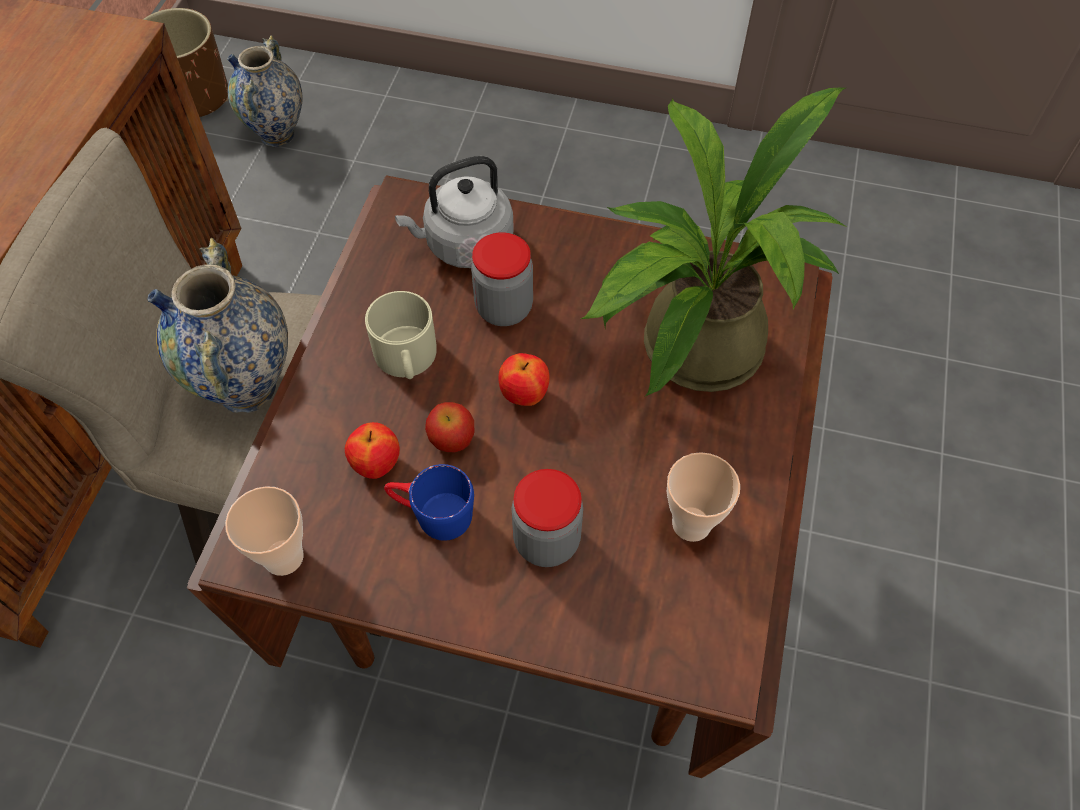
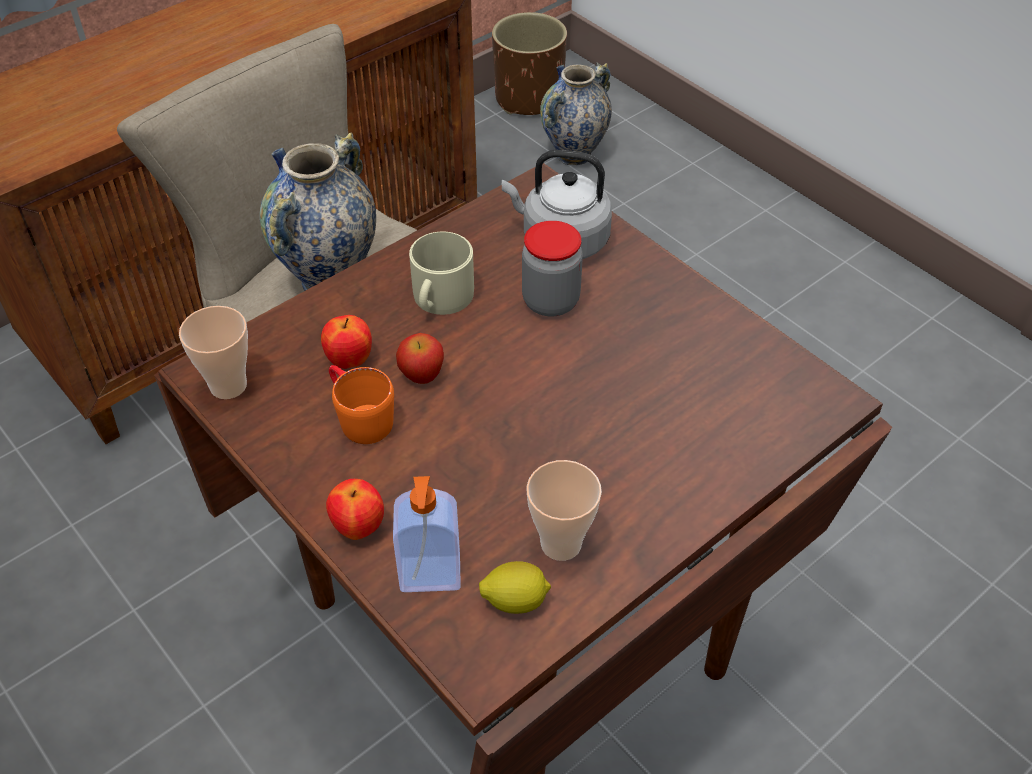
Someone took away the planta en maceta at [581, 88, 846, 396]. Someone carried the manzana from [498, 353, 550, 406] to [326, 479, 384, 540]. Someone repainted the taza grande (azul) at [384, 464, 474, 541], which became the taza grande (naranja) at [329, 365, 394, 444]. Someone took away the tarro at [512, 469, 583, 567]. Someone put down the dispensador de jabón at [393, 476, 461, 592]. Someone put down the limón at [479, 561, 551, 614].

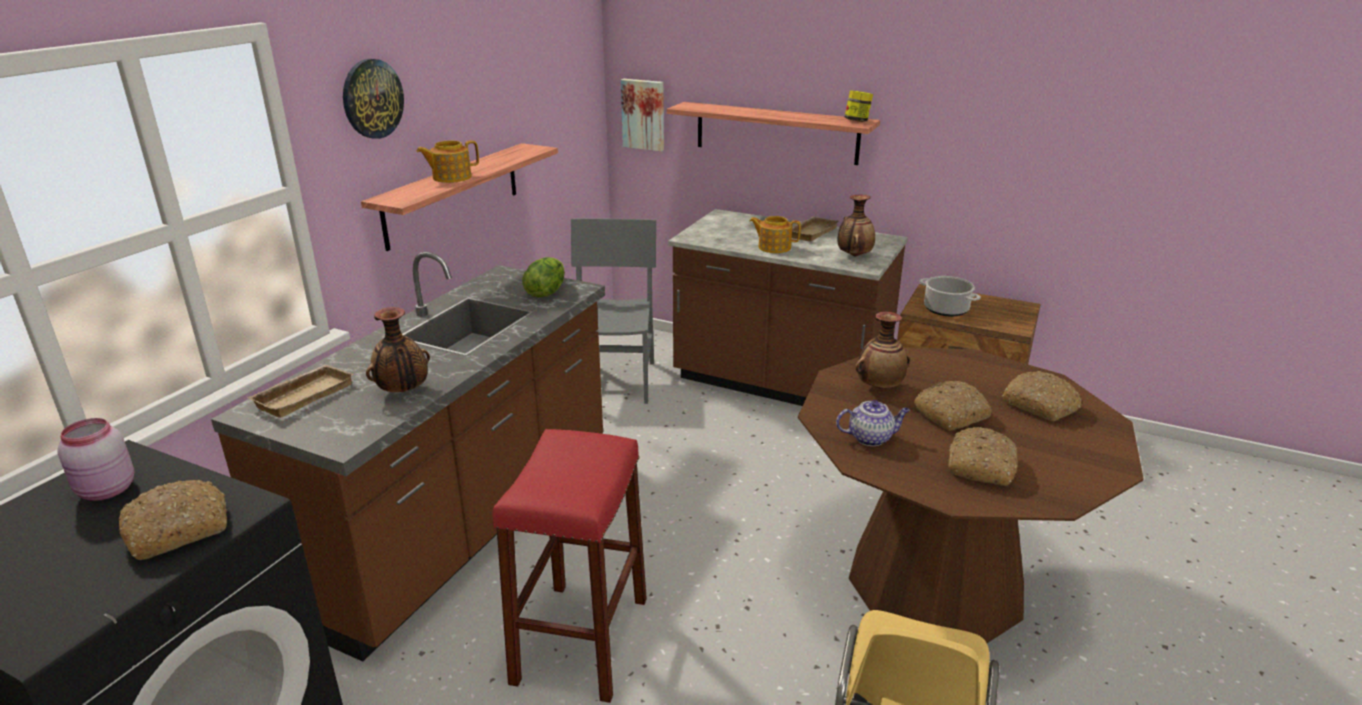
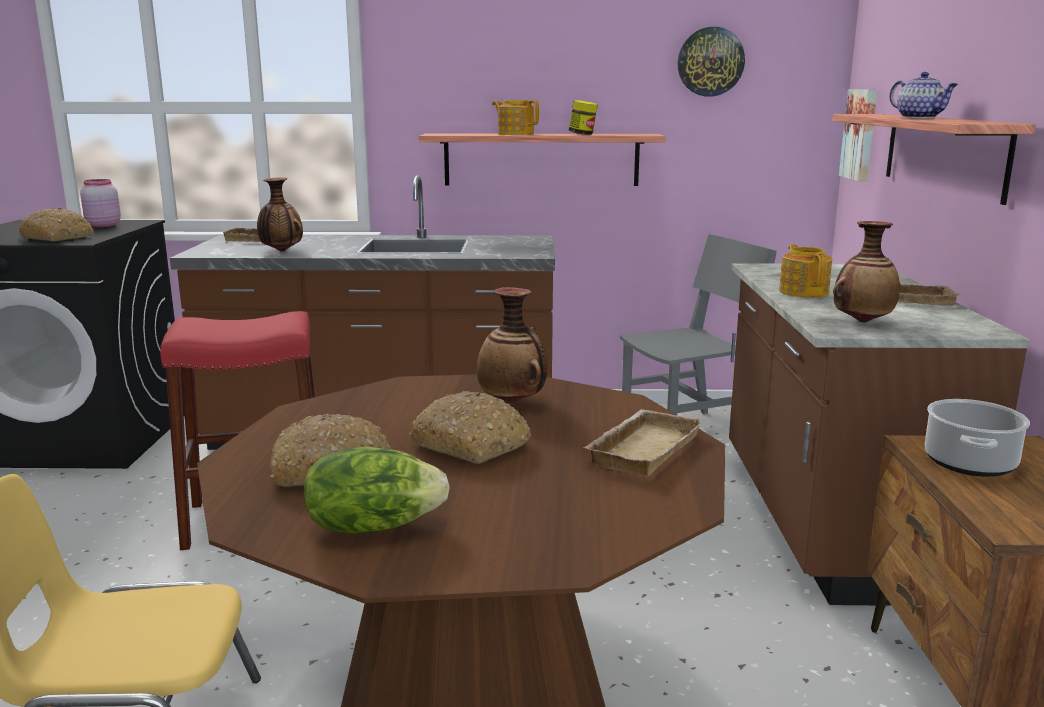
Someone carried the reloj de pared from [343, 59, 404, 139] to [677, 27, 745, 96]. Someone carried the tarro from [845, 90, 873, 122] to [569, 100, 598, 135]. Someone carried the lechuga from [522, 257, 565, 297] to [304, 447, 450, 534]. Someone took away the pan at [1002, 371, 1082, 421]. Someone carried the tetera from [836, 400, 910, 446] to [890, 72, 958, 118]. Someone put down the bandeja (beis) at [583, 409, 703, 477].

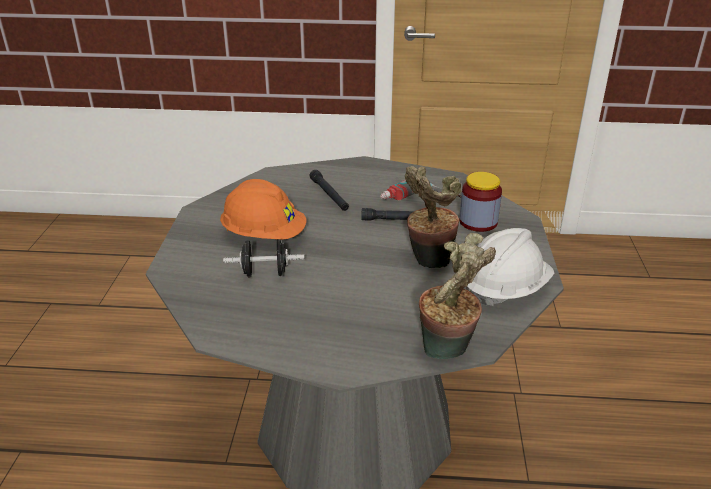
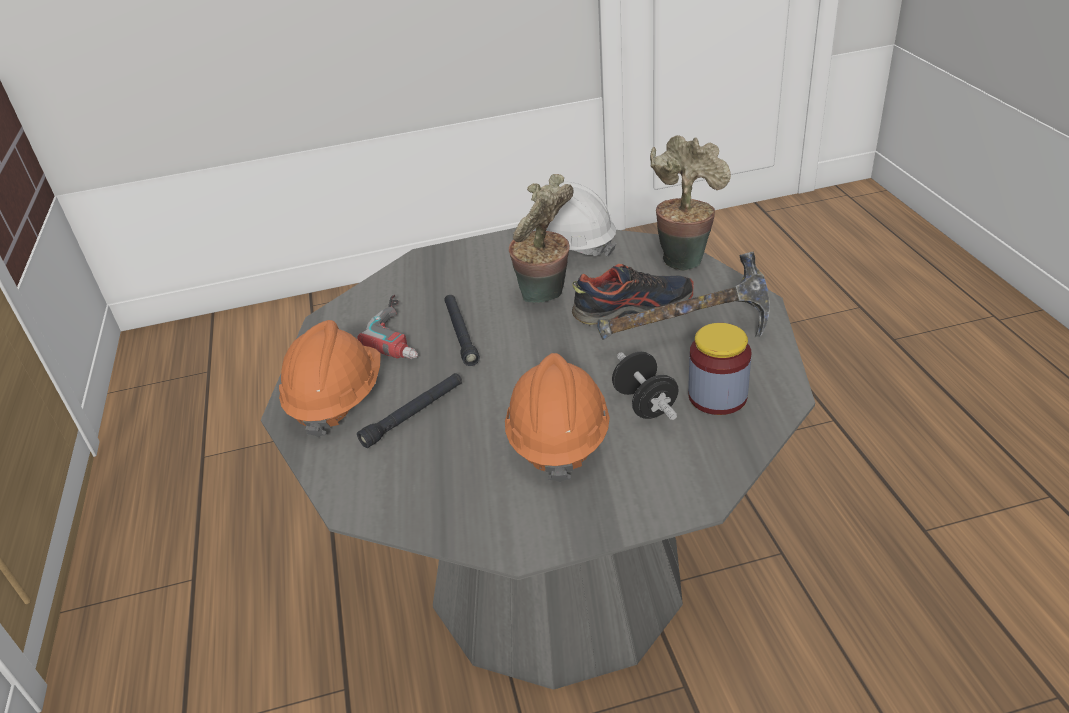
Someone carried the tarro from [459, 172, 502, 232] to [688, 323, 751, 415]. Someone put down the martillo at [598, 251, 770, 340]. Someone put down the zapato at [572, 264, 694, 326]. Someone put down the casco (naranja) at [279, 320, 380, 437].

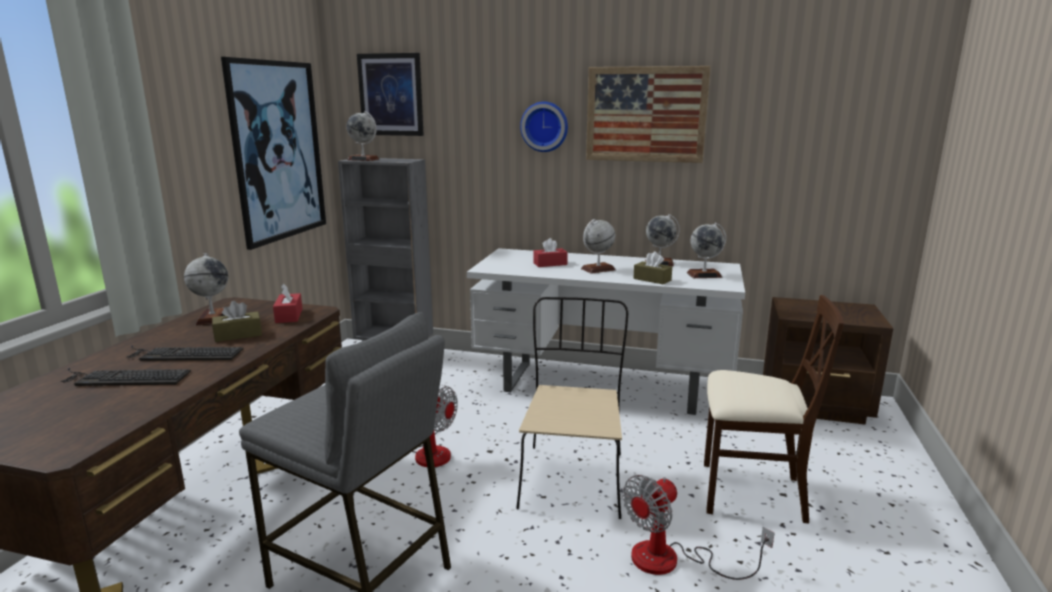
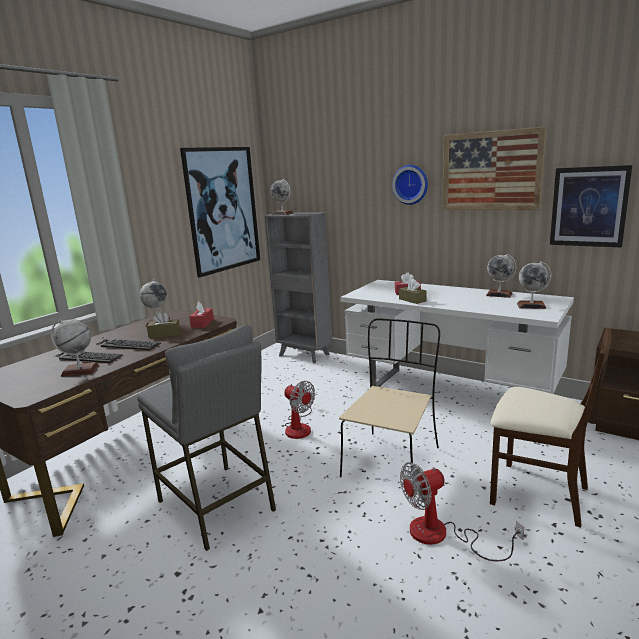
Someone carried the cuadro from [357, 53, 424, 136] to [550, 165, 632, 247]. Someone carried the globo terráqueo from [581, 219, 616, 274] to [51, 319, 99, 377]. Someone carried the caja de pañuelos (marrón) from [633, 252, 672, 285] to [399, 279, 427, 304].

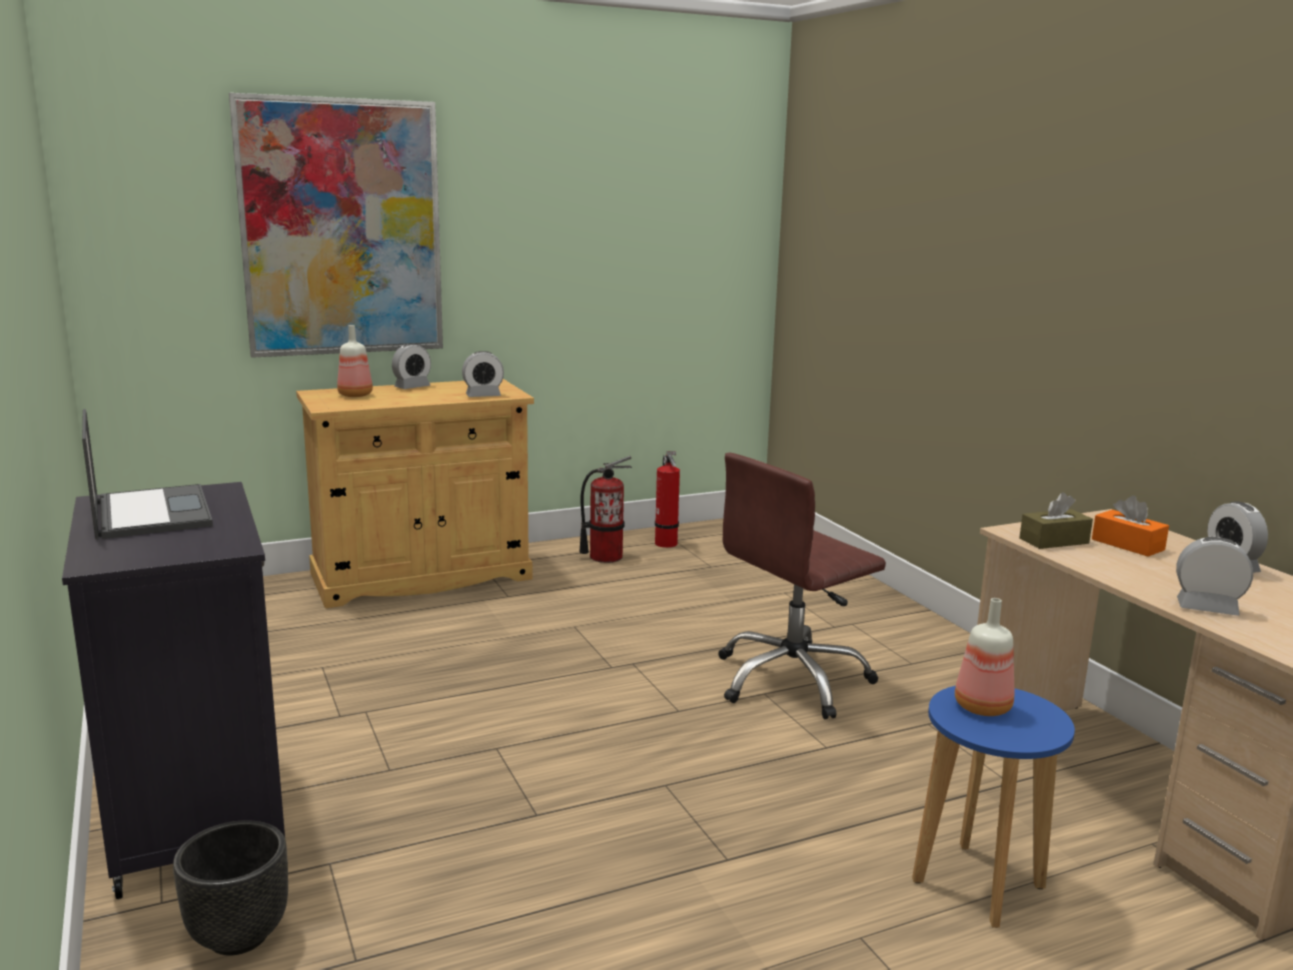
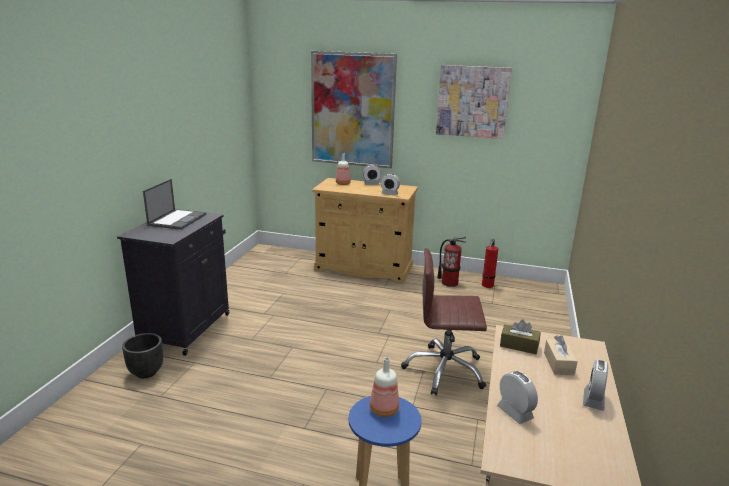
Someone repainted the caja de pañuelos (naranja) at [1092, 496, 1169, 556], which became the caja de pañuelos (beis) at [544, 335, 578, 375]. Someone put up the cuadro at [436, 65, 512, 139].

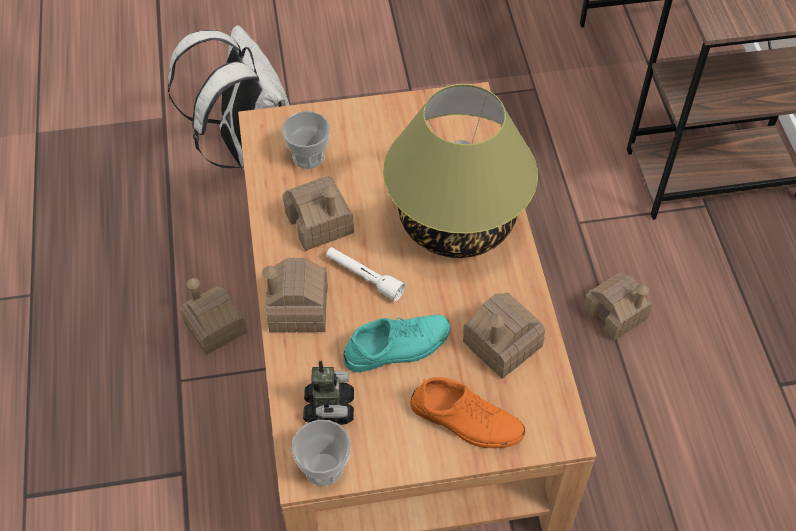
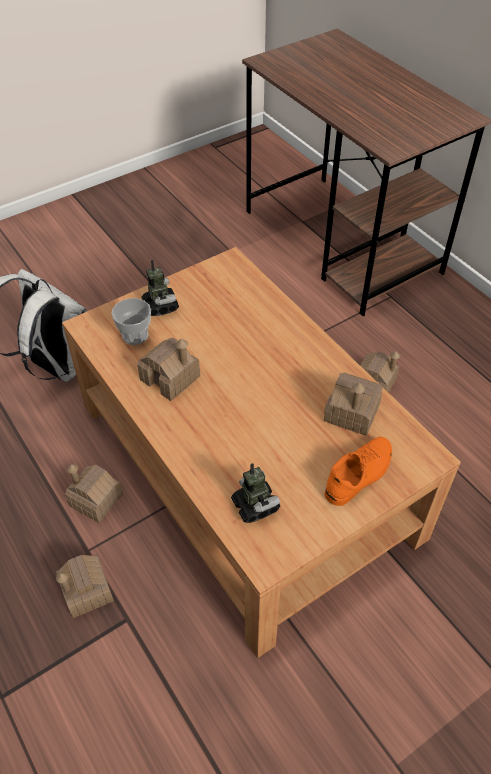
Someone took away the lámpara de mesa at [383, 84, 538, 258]. Someone took away the linterna (blanco) at [326, 247, 406, 302]. Someone carried the casita from [262, 258, 328, 332] to [56, 555, 114, 618]. Someone took away the zapato (turquesa) at [343, 315, 450, 373]. Someone rotated the zapato (naranja) at [410, 377, 525, 448] by 45 degrees counterclockwise. Someone took away the taza at [291, 420, 351, 486]. Someone put down the robot de juguete at [141, 260, 179, 316].

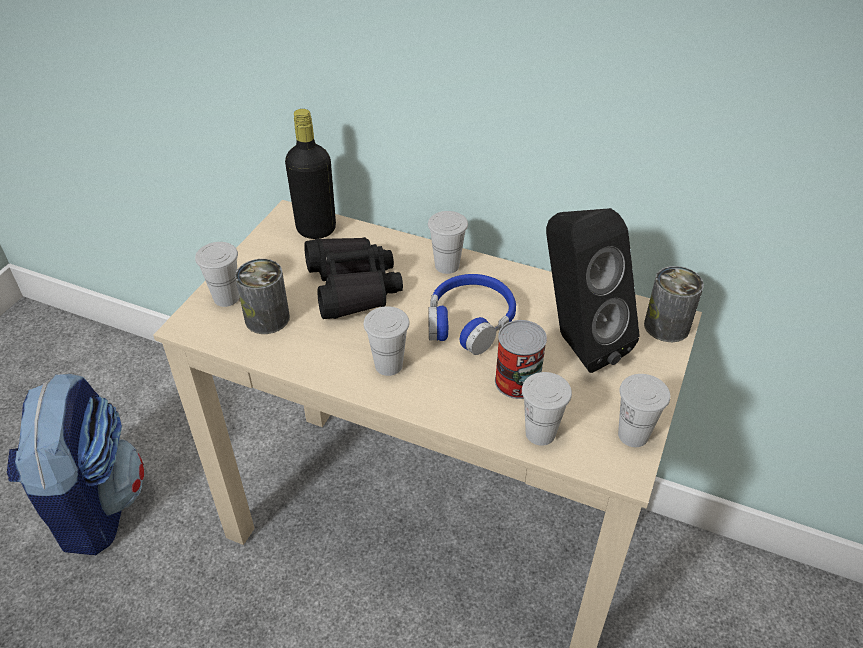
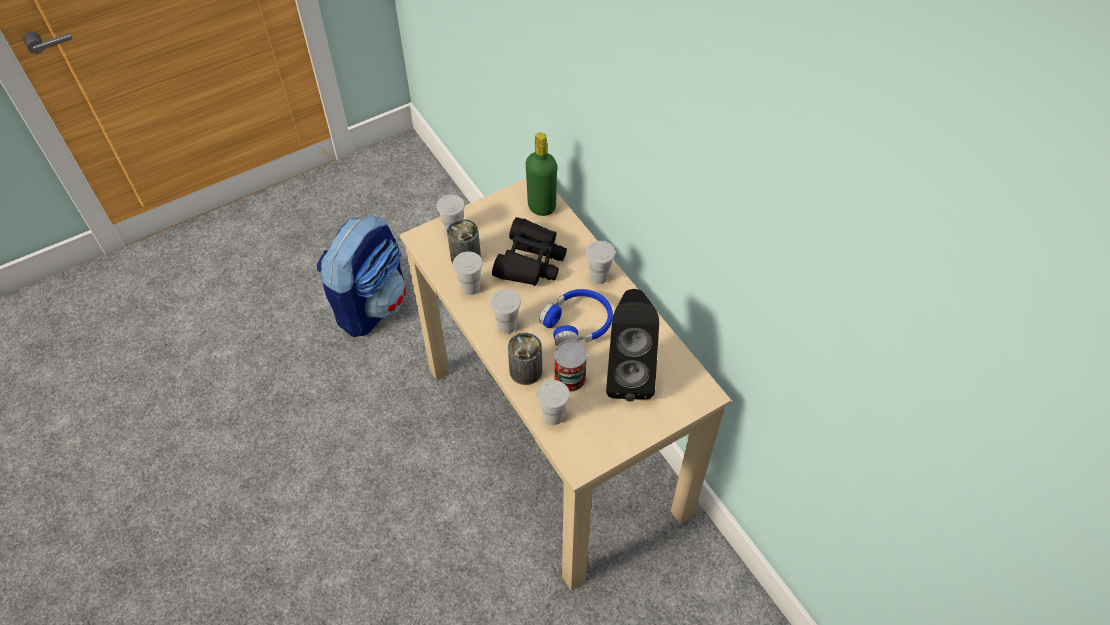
Someone repainted the botella (negro) at [285, 109, 336, 239], which became the botella (verde) at [526, 133, 557, 216]. Someone carried the lata from [644, 266, 704, 342] to [508, 333, 542, 385]. Someone carried the taza (blanco) from [618, 374, 670, 447] to [453, 251, 483, 295].

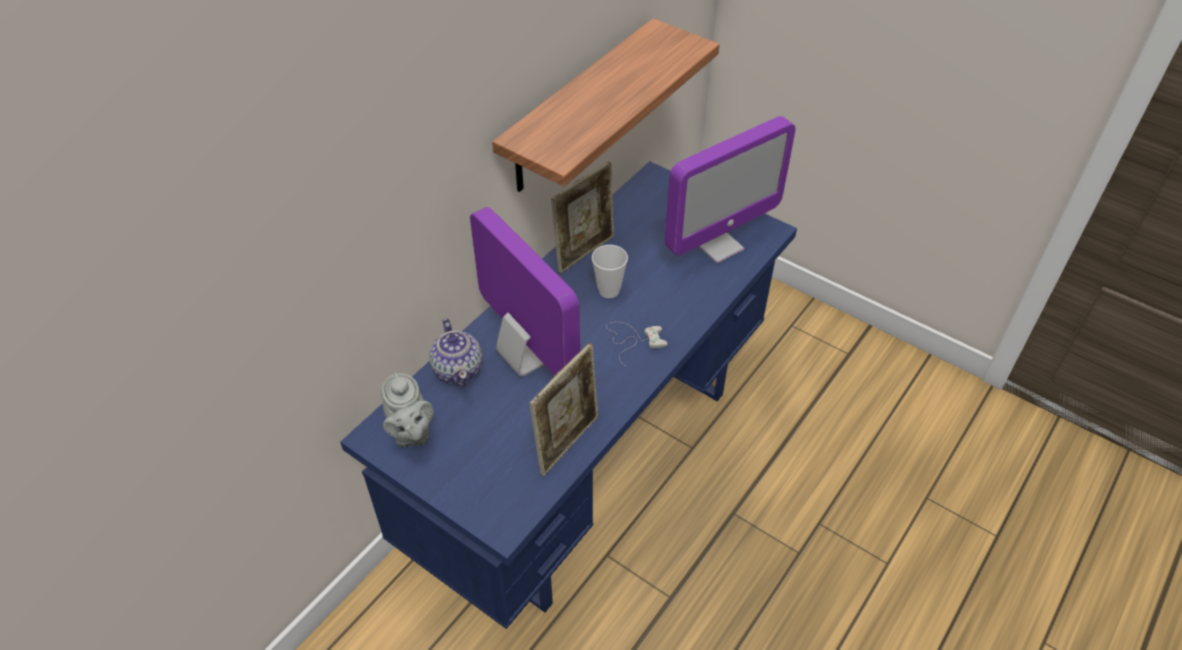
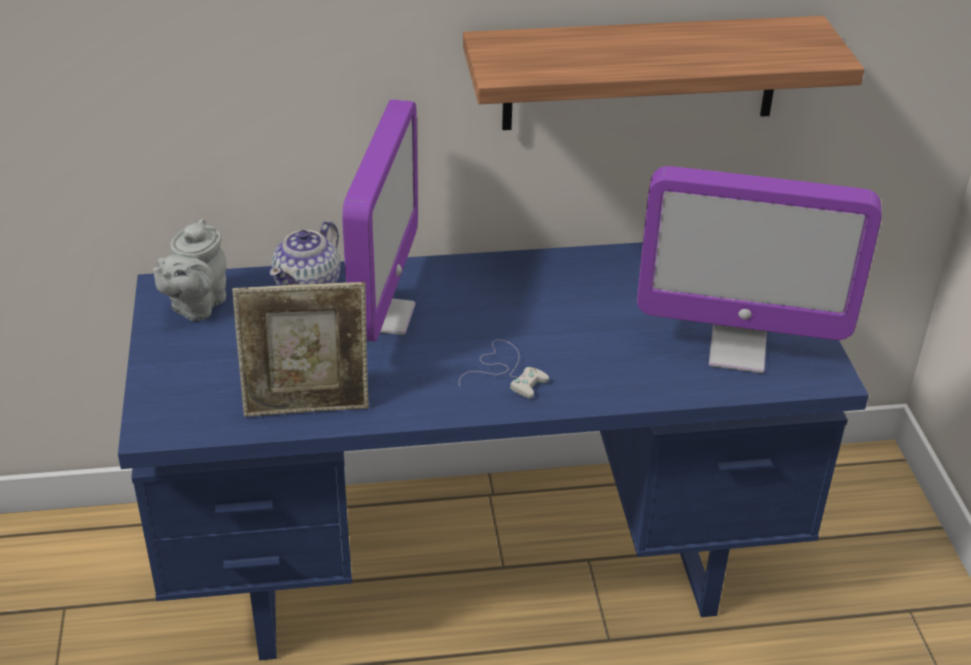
Someone took away the portarretratos at [551, 162, 614, 274]. Someone took away the taza at [592, 245, 628, 298].

